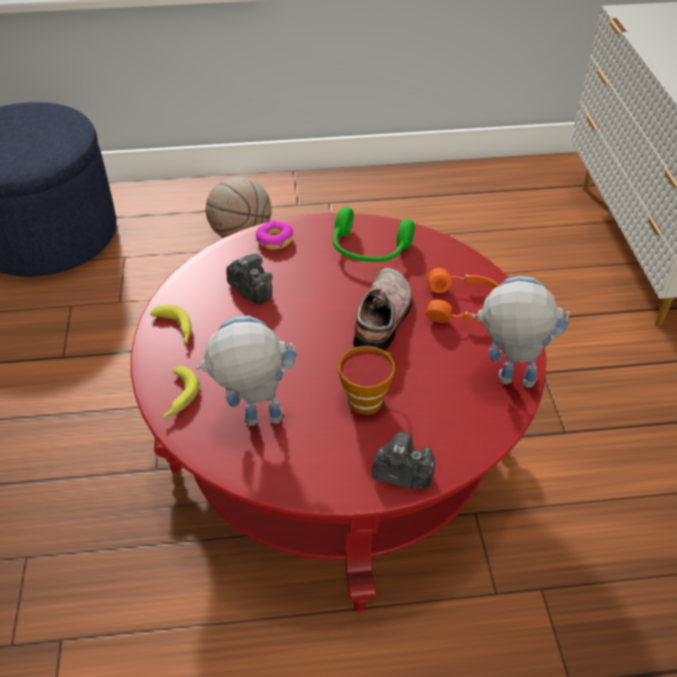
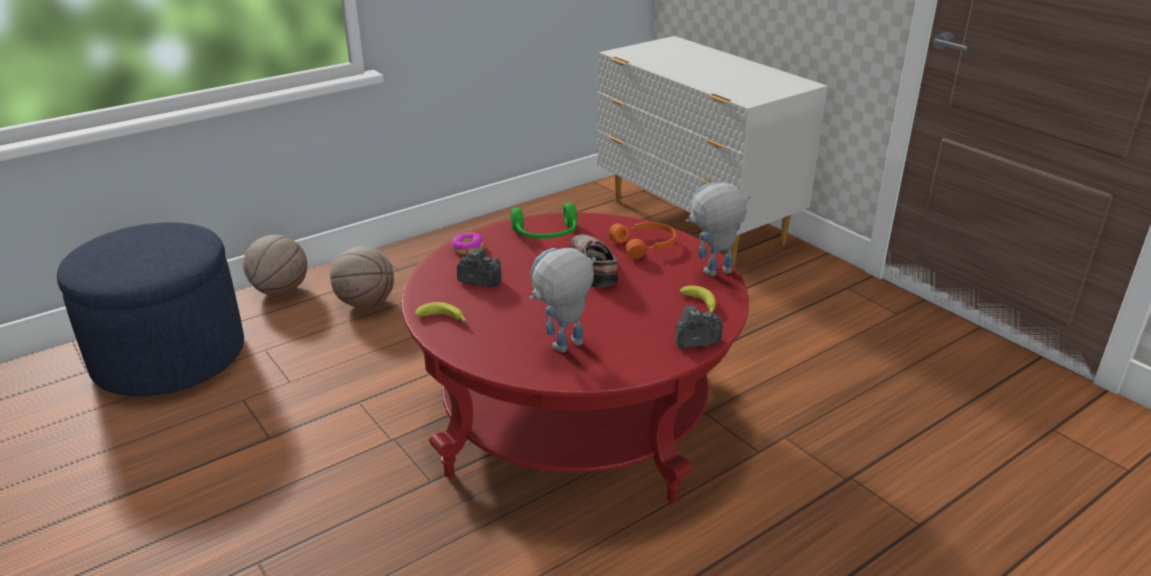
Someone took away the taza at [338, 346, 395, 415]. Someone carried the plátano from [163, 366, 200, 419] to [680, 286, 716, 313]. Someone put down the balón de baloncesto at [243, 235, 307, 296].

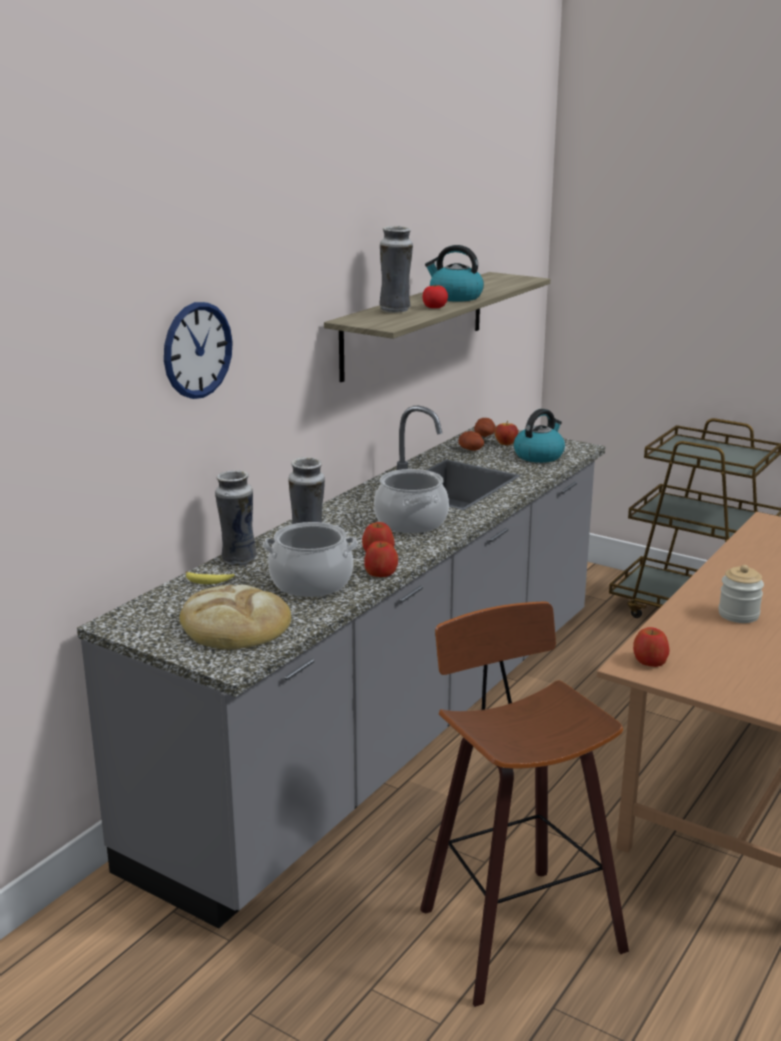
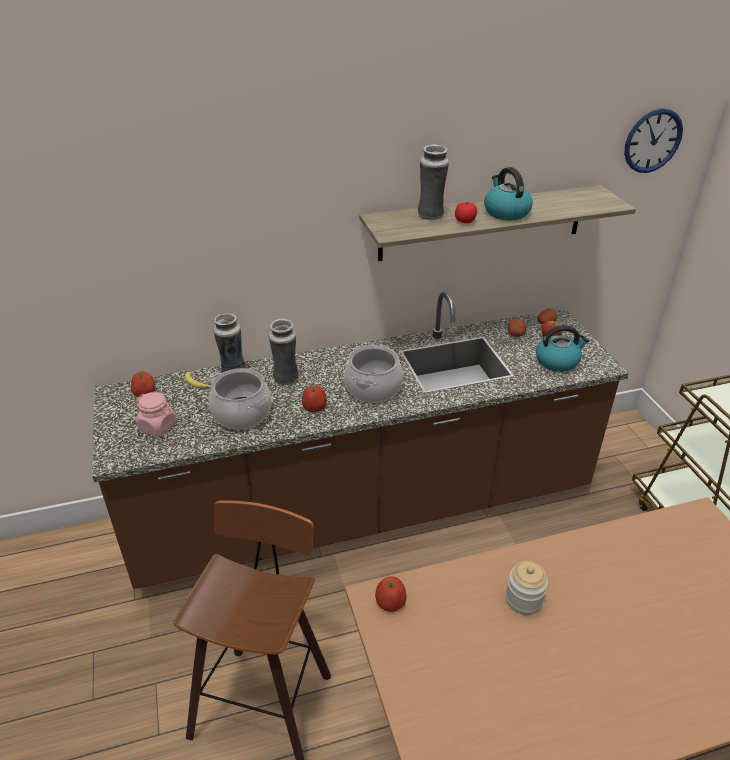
Someone carried the reloj de pared from [164, 302, 233, 399] to [624, 108, 683, 173]. Someone repainted the mueble bajo de cocina (gris) at [77, 406, 605, 929], which became the mueble bajo de cocina (marrón) at [92, 292, 629, 589]. Someone carried the manzana from [364, 541, 398, 577] to [131, 372, 155, 397]. Someone swapped the pan at [179, 585, 291, 649] for the tarro (rosa) at [136, 392, 176, 437].

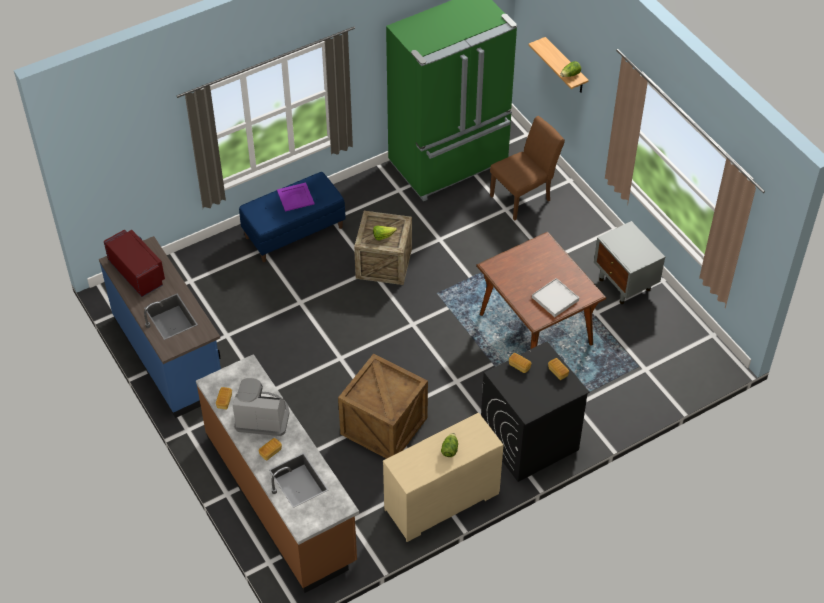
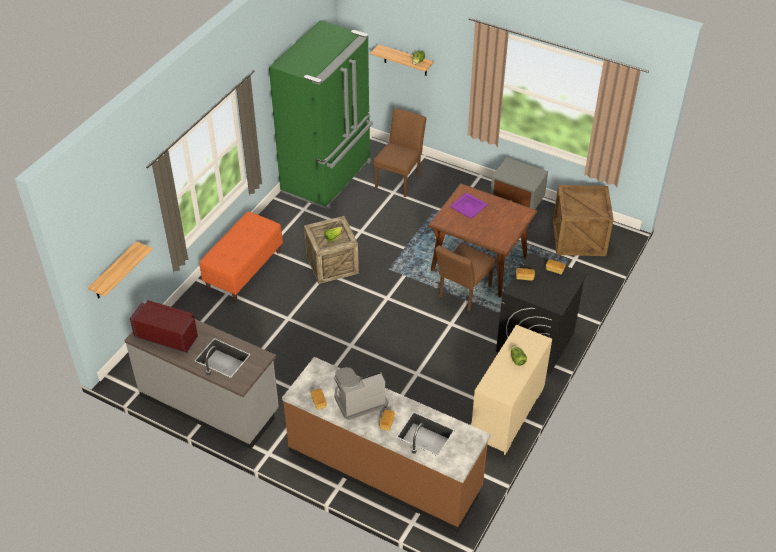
Someone repainted the banco (azul) at [239, 172, 346, 262], which became the banco (naranja) at [200, 212, 283, 302]. Someone carried the bandeja (morado) from [277, 183, 315, 212] to [450, 192, 488, 219]. Someone repainted the mueble bajo de cocina (azul) at [99, 236, 221, 418], which became the mueble bajo de cocina (gris) at [124, 319, 279, 449]. Someone took away the bandeja (blanco) at [532, 278, 579, 317]. Someone carried the caja de embalaje from [338, 353, 428, 459] to [553, 185, 614, 256]. Someone put up the estante at [88, 241, 153, 298]. Someone put down the silla (marrón) at [435, 243, 495, 311].

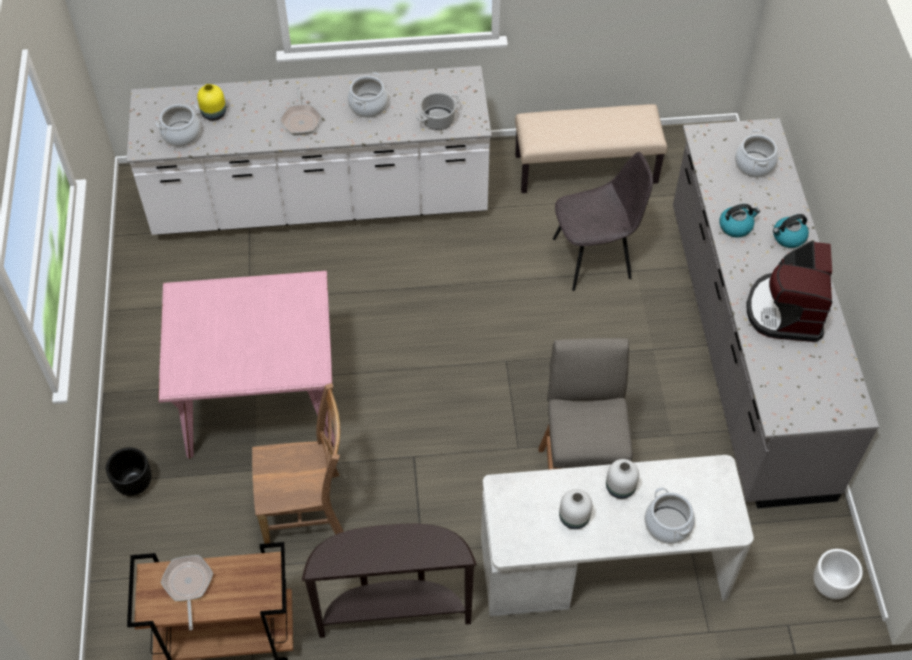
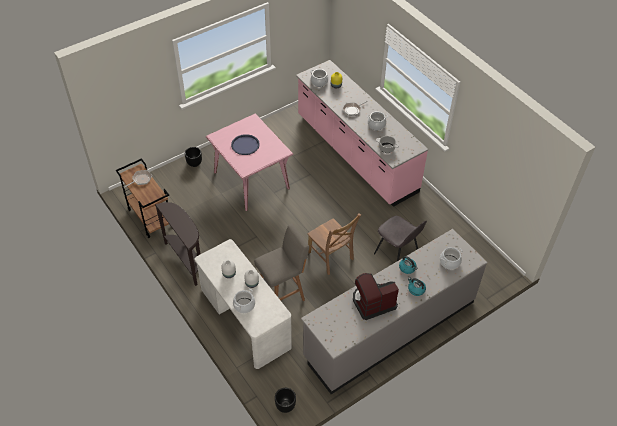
Someone repainted the mueble bajo de cocina (blanco) at [127, 66, 492, 235], which became the mueble bajo de cocina (rosa) at [296, 60, 428, 207]. Someone took away the banco (beis) at [515, 104, 667, 193]. Someone carried the silla (marrón) from [252, 383, 344, 544] to [308, 214, 361, 275]. Someone repainted the maceta (blanco) at [813, 549, 863, 599], which became the maceta (negro) at [275, 388, 296, 413]. Someone put down the bandeja (azul) at [231, 134, 260, 155].

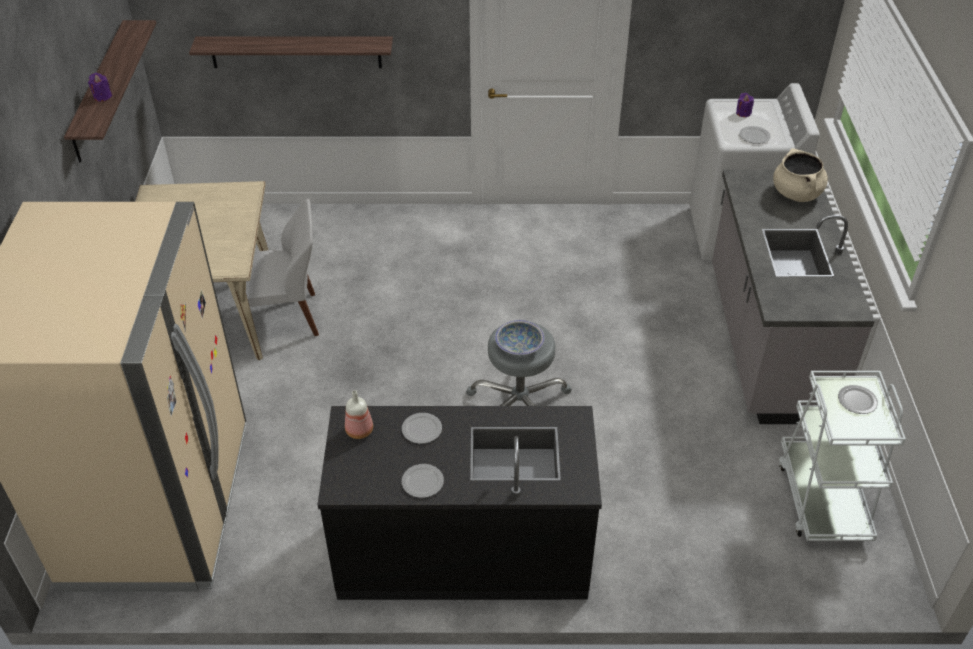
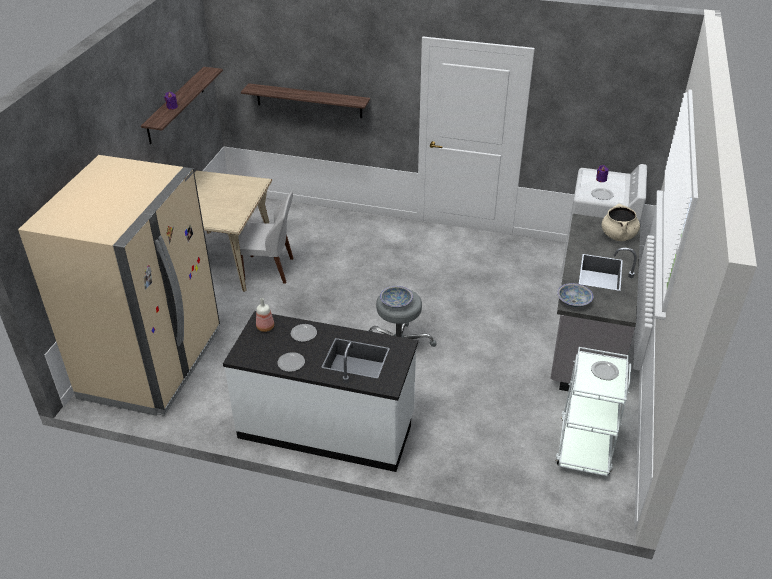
Someone repainted the mueble bajo de cocina (negro) at [318, 406, 602, 600], which became the mueble bajo de cocina (blanco) at [223, 311, 418, 472]. Someone put down the cuenco at [557, 283, 593, 307].

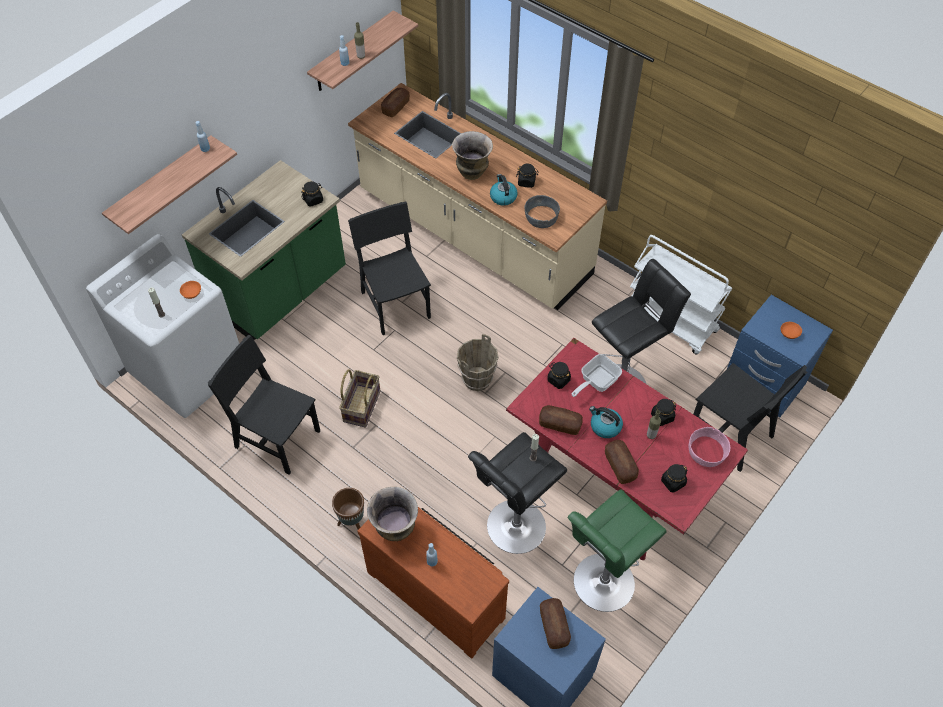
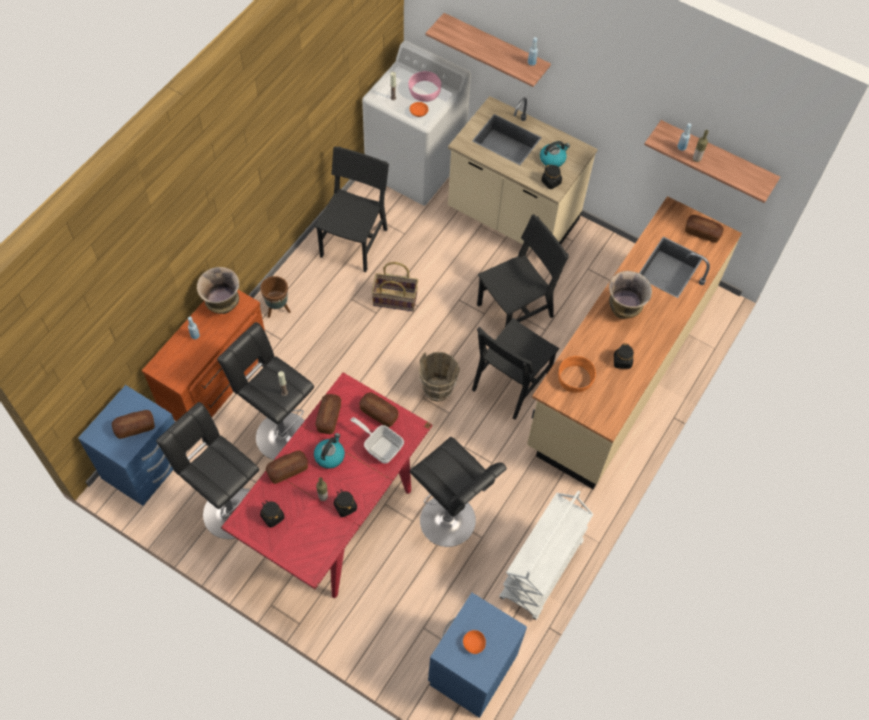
Someone repainted the mueble bajo de cocina (verde) at [182, 160, 346, 340], which became the mueble bajo de cocina (beis) at [448, 96, 598, 249]. Someone carried the hervidor from [490, 174, 518, 206] to [540, 141, 570, 167]. Someone repainted the cuenco (gris) at [524, 195, 560, 228], which became the cuenco (naranja) at [558, 356, 596, 392]. Someone swapped the tarro (negro) at [547, 362, 571, 389] for the pan at [359, 392, 399, 427]. Someone carried the silla (negro) from [693, 363, 807, 472] to [472, 318, 559, 420]. Someone carried the cuenco (rosa) from [689, 427, 730, 467] to [408, 71, 441, 102]. Someone repainted the taburete (verde) at [568, 489, 667, 612], which became the taburete (negro) at [156, 402, 259, 539].

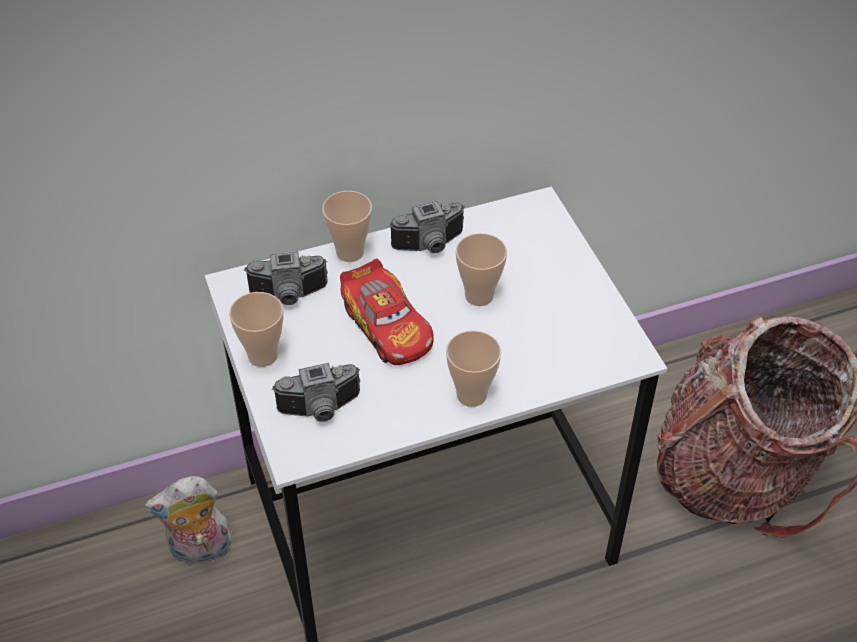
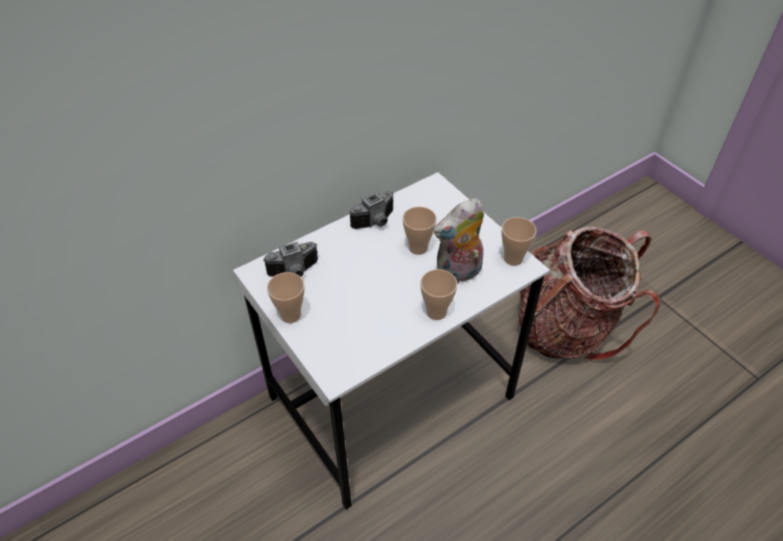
Someone carried the taza from [322, 191, 372, 262] to [501, 217, 537, 266]. Someone took away the coche de juguete at [340, 259, 434, 365]. Someone took away the cámara at [272, 363, 360, 422]. Someone carried the peluche from [144, 476, 232, 566] to [434, 198, 484, 284].

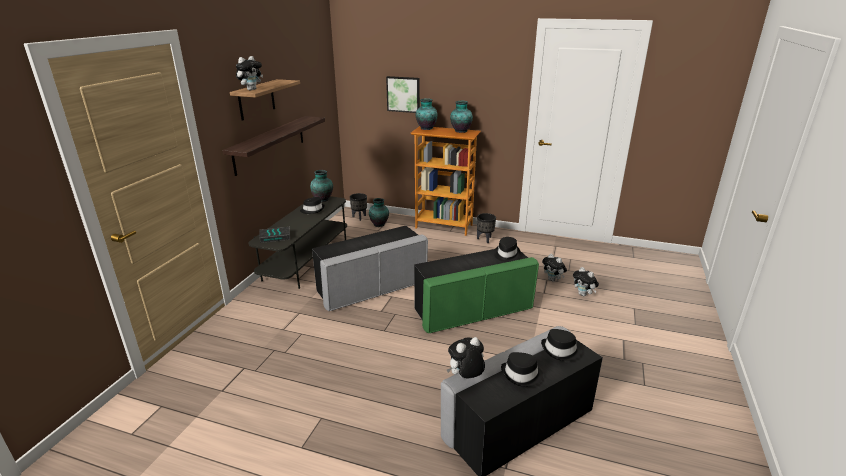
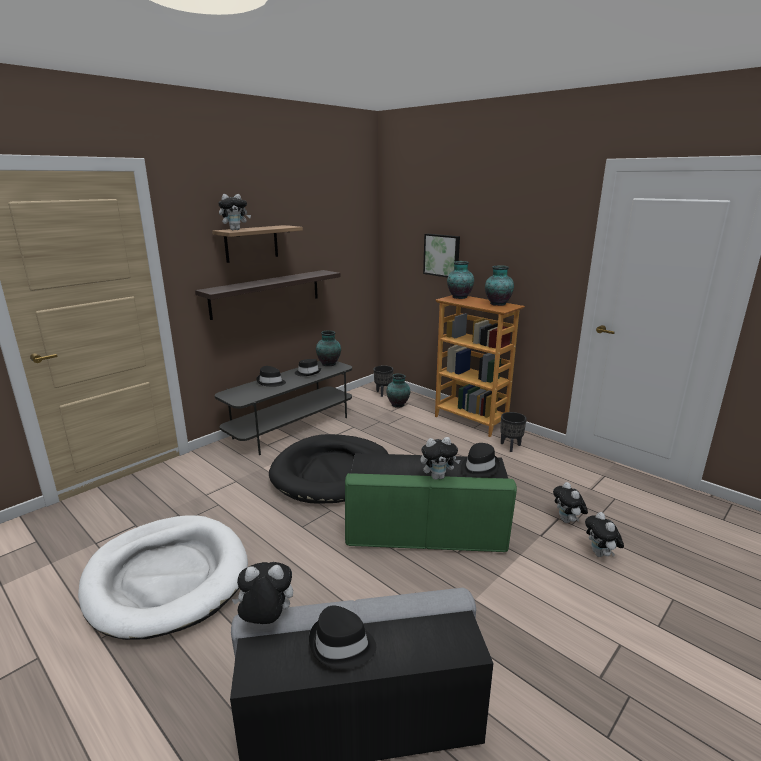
Someone swapped the puf (gris) at [312, 226, 428, 311] for the cama para perro (negro) at [269, 434, 388, 504]. Someone took away the libro at [259, 227, 290, 243]. Someone carried the sombrero (negro) from [541, 329, 581, 361] to [256, 366, 286, 387]. Someone put down the peluche at [420, 437, 460, 480]. Someone put down the cama para perro (blanco) at [78, 515, 248, 640].

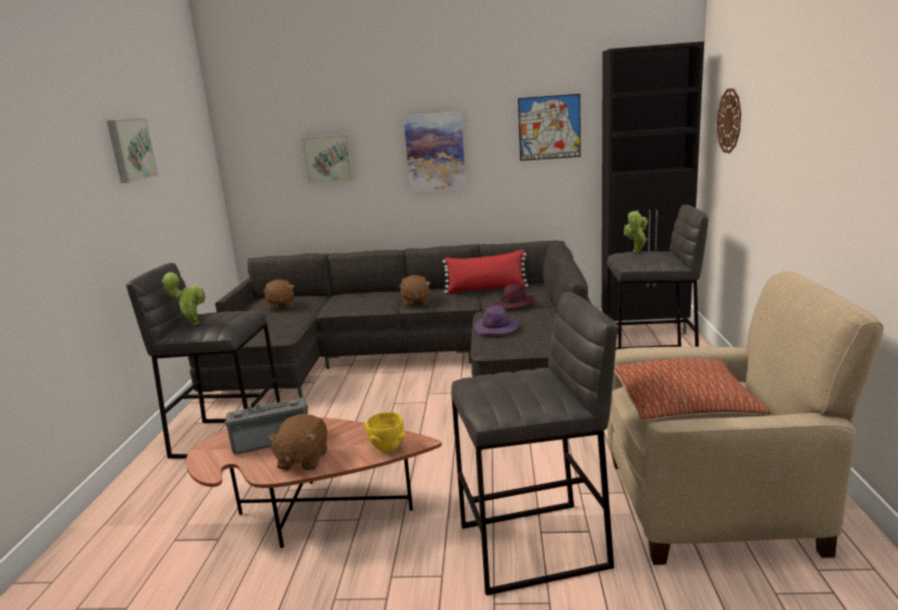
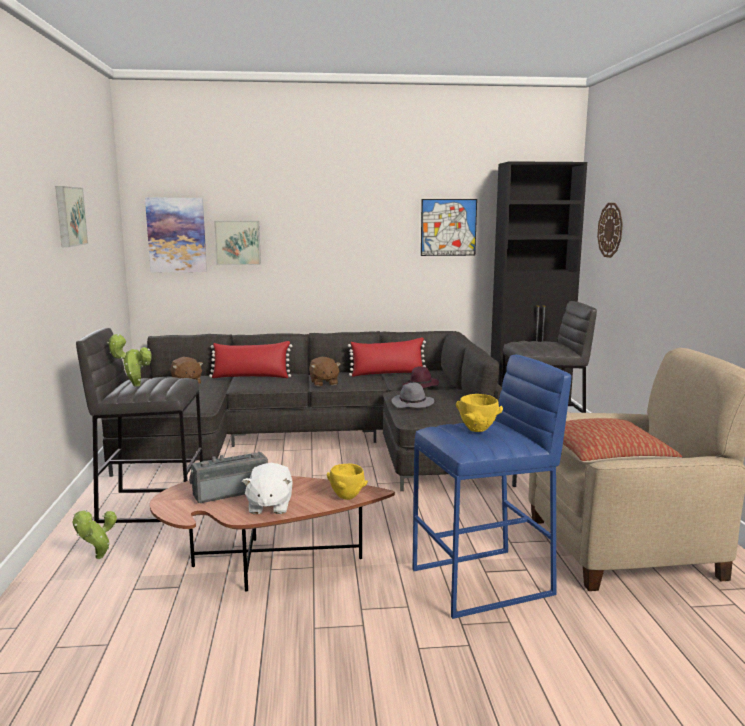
Someone carried the cuadro from [404, 111, 466, 193] to [145, 198, 207, 272]. Someone carried the planta en maceta from [624, 210, 648, 253] to [72, 510, 117, 559]. Someone repainted the taburete (gris) at [451, 292, 617, 595], which became the taburete (azul) at [413, 355, 571, 619]. Someone repainted the sombrero (morado) at [474, 305, 519, 334], which became the sombrero (gris) at [392, 383, 434, 408]. Someone repainted the peluche (marrón) at [267, 414, 327, 471], which became the peluche (blanco) at [242, 463, 293, 514]. Someone put down the cojín (rojo) at [209, 341, 292, 378]. Someone put down the cuenco (amarillo) at [456, 394, 503, 432].

